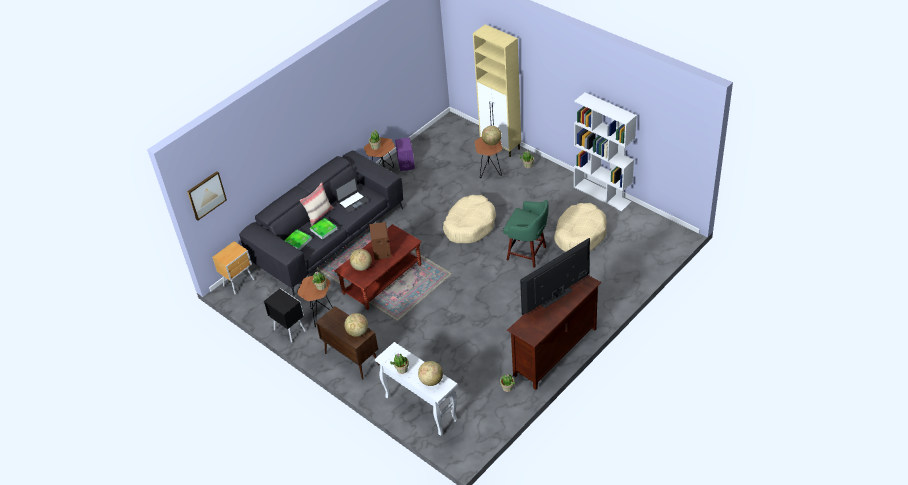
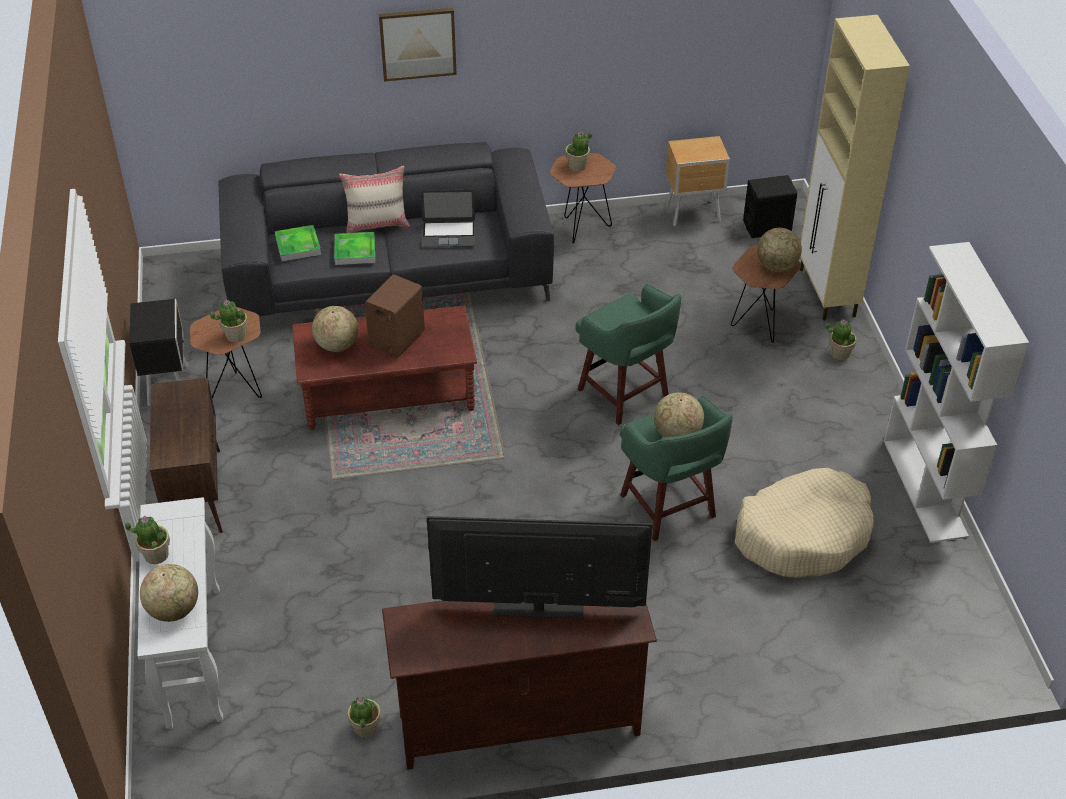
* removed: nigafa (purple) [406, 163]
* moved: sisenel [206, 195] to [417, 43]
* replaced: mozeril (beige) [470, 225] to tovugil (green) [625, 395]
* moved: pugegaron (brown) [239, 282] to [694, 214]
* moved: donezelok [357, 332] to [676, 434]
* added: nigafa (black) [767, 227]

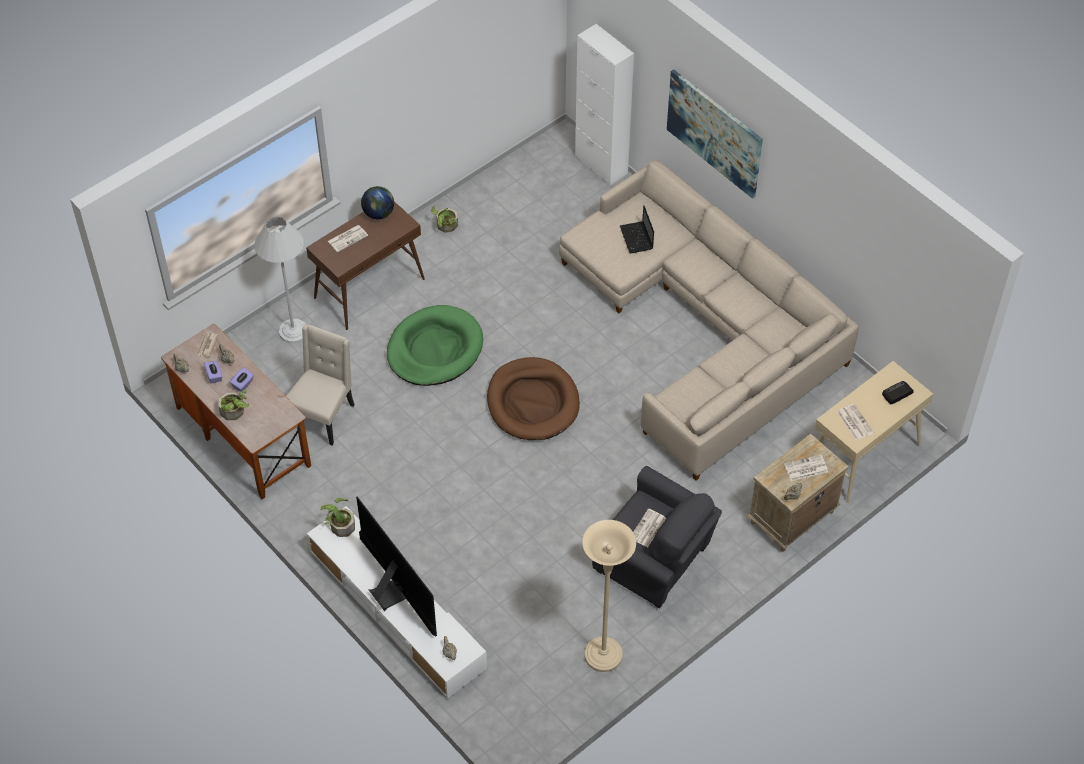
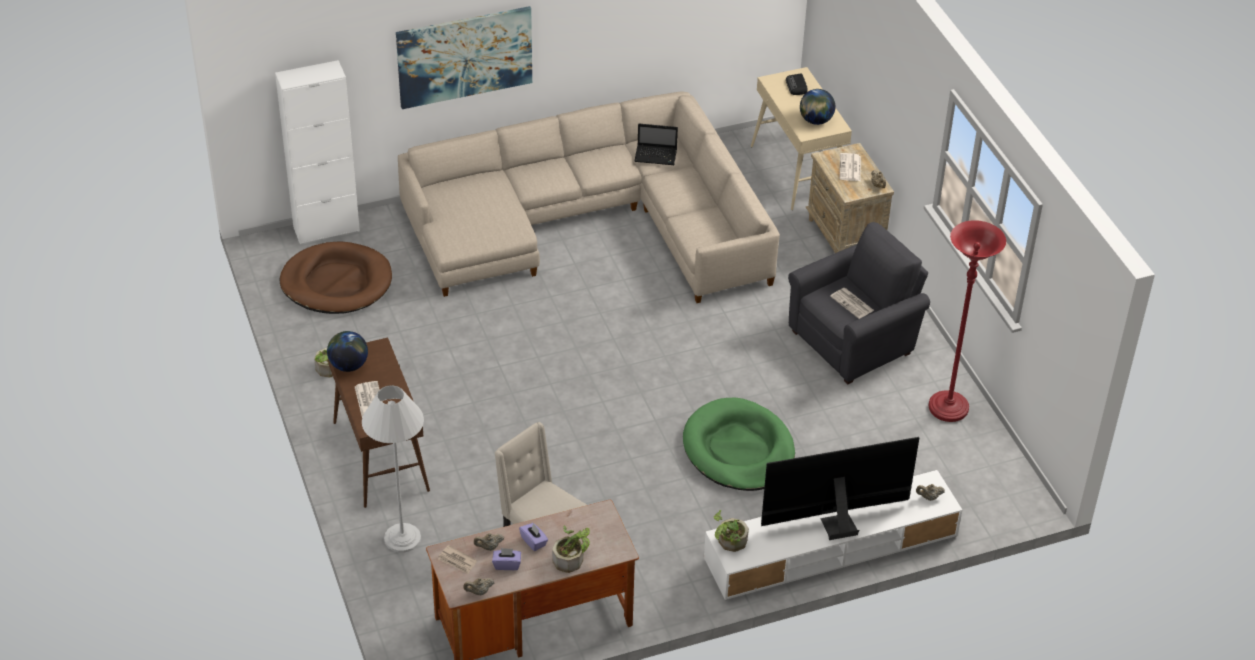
* moved: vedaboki [637, 238] to [656, 156]
* moved: mozeril (green) [434, 349] to [739, 449]
* moved: mozeril (brown) [532, 402] to [336, 282]
* replaced: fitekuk [854, 422] to donezelok [815, 120]
* recoloured: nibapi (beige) [603, 655] to nibapi (red) [948, 408]

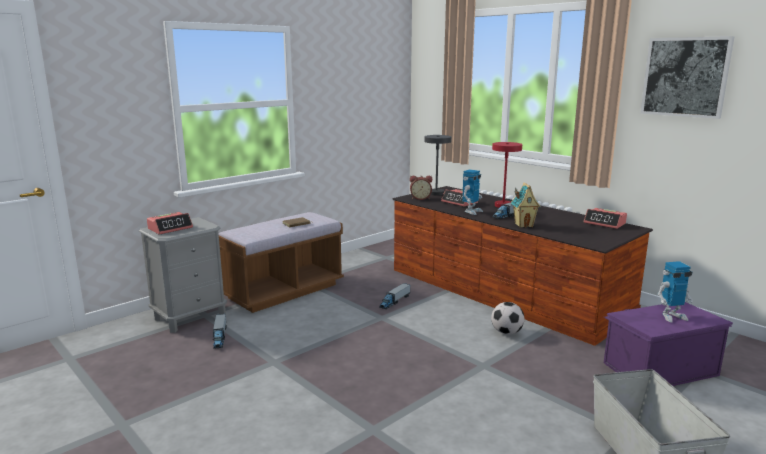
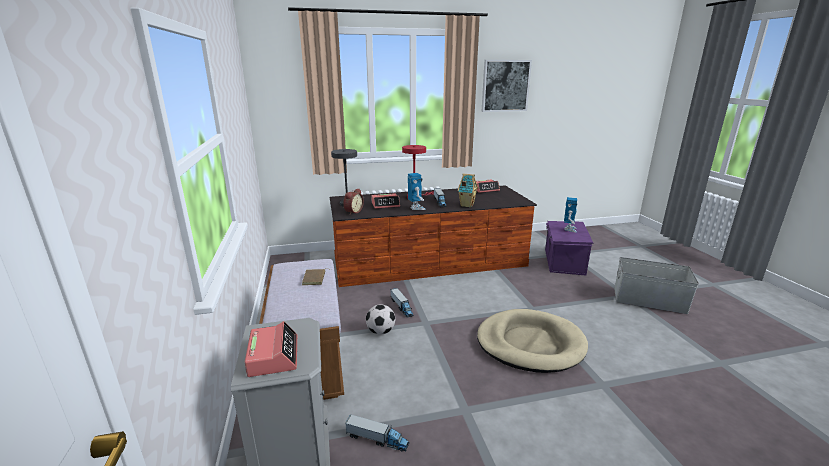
* moved: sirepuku [506, 332] to [381, 331]
* added: mozeril (beige) [530, 344]

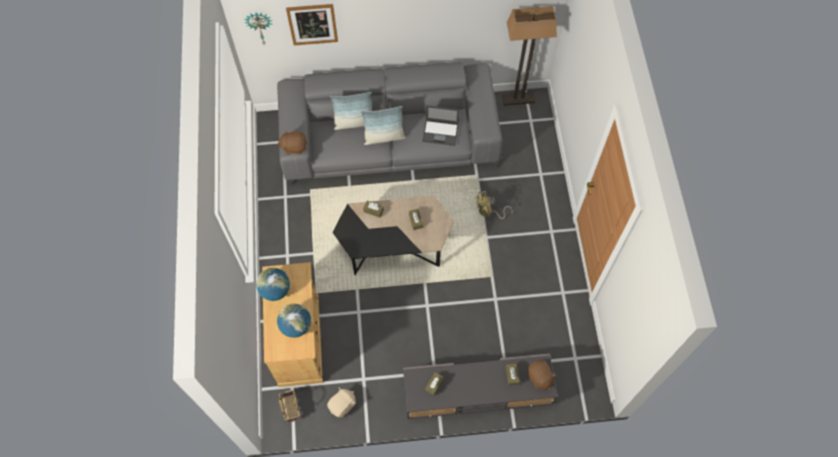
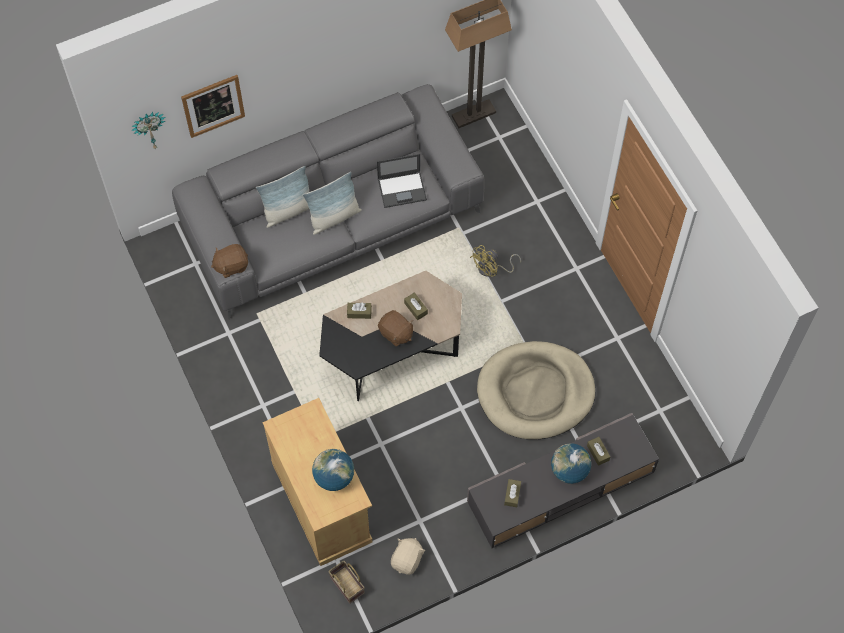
* moved: donezelok [275, 290] to [569, 470]
* moved: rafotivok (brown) [539, 377] to [395, 333]
* added: mozeril (beige) [535, 392]

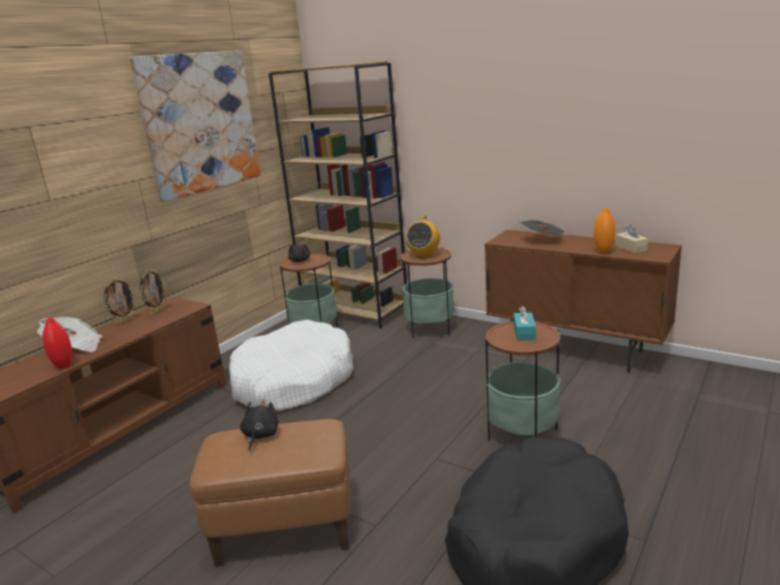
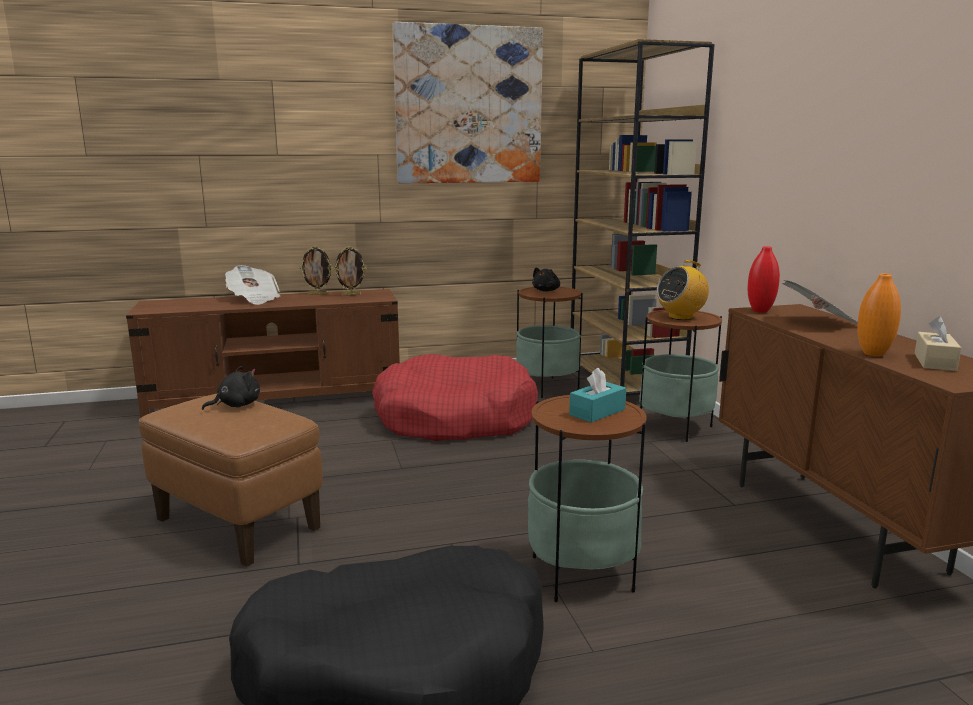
* moved: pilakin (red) [63, 366] to [760, 311]
* recoloured: mozeril (white) [293, 381] to mozeril (red) [455, 418]

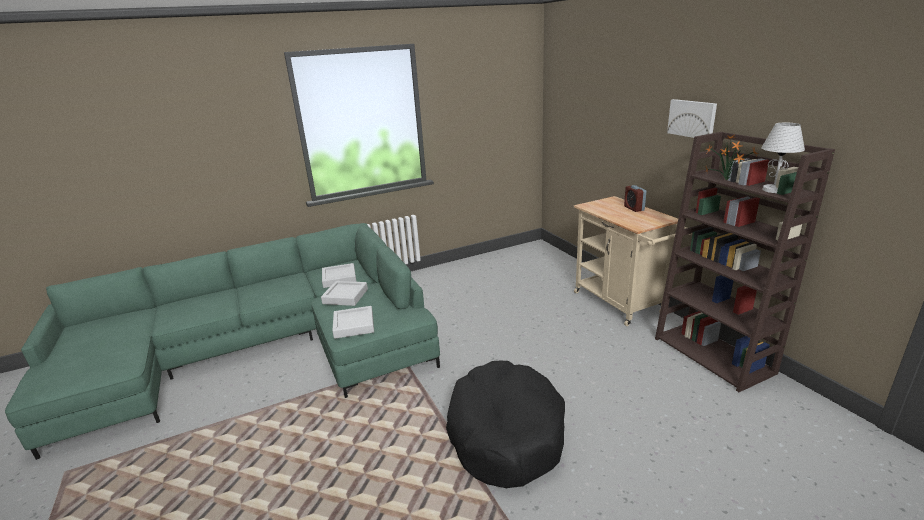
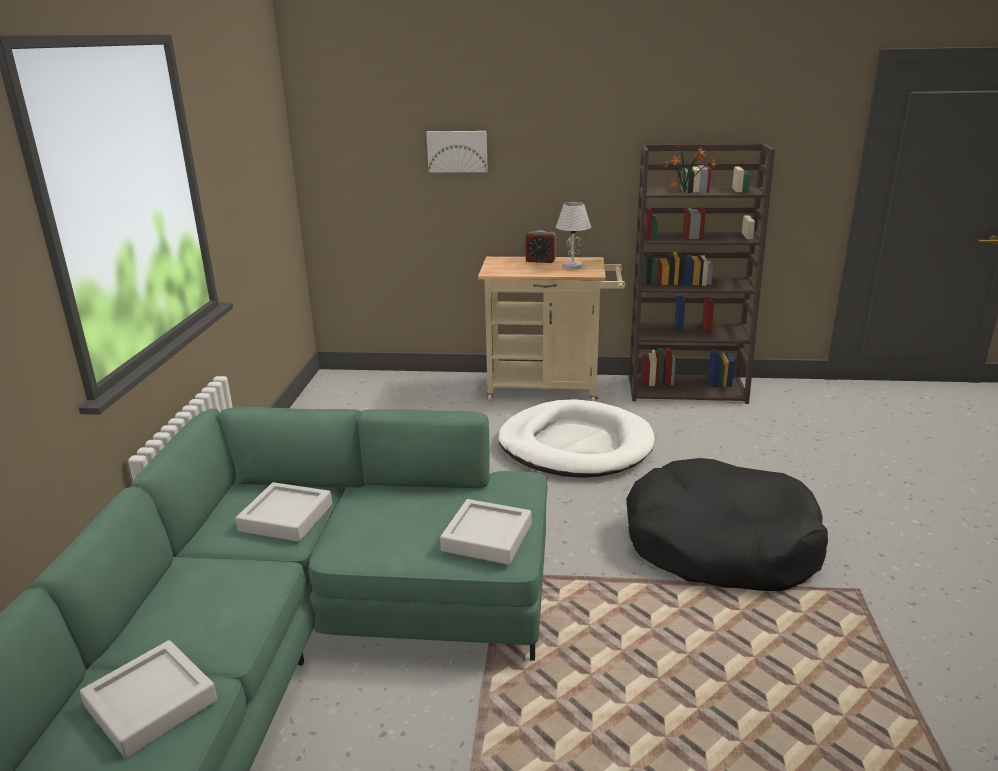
* moved: sisenel [692, 118] to [457, 151]
* moved: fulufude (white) [773, 190] to [572, 266]
* moved: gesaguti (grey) [345, 296] to [151, 703]
* added: mozeril (white) [575, 445]

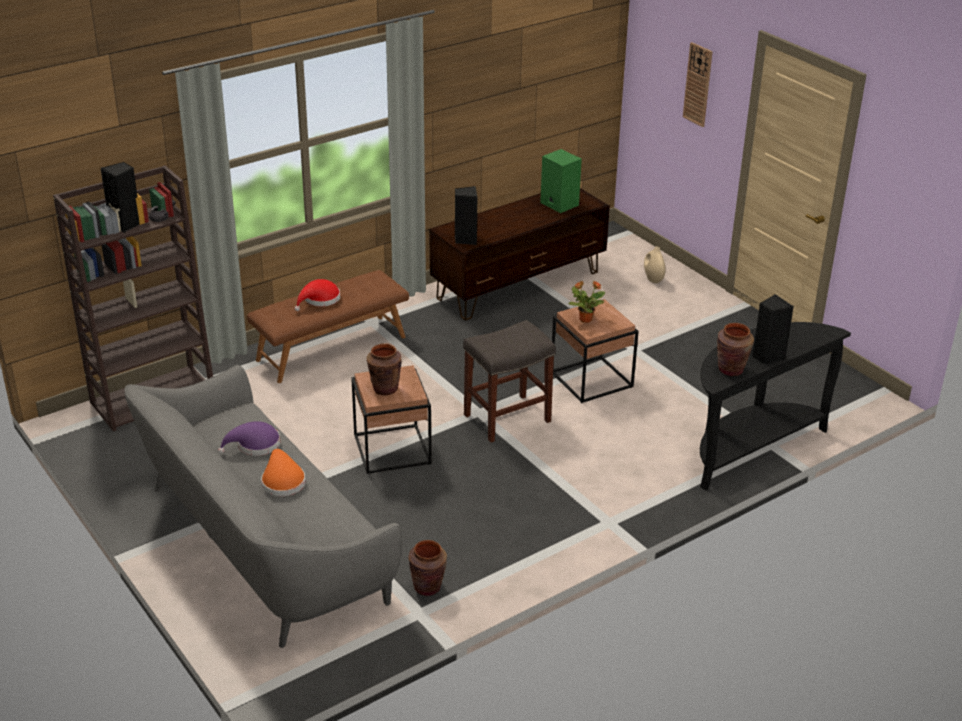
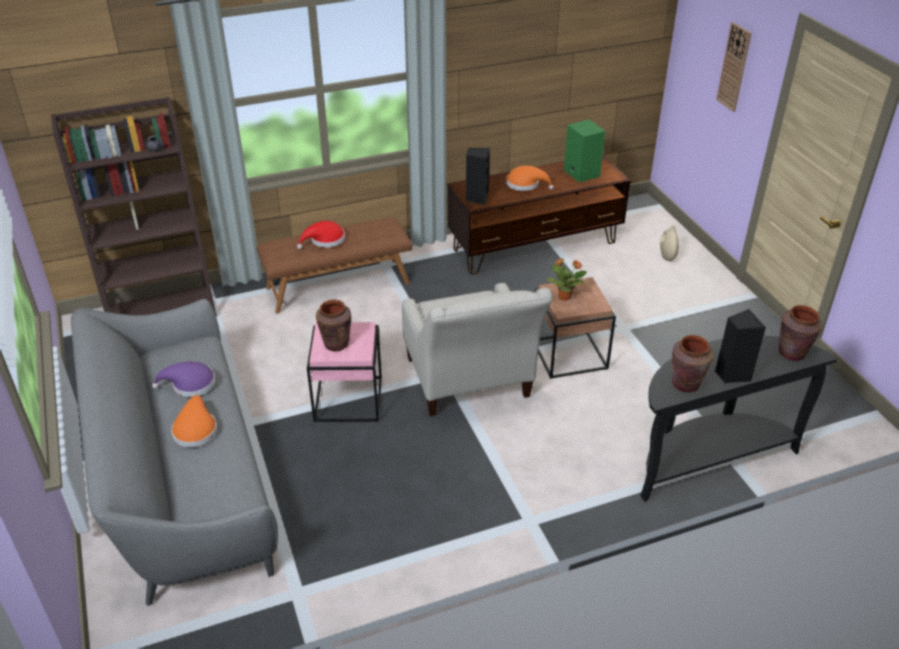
* removed: nigafa (black) [126, 224]
* replaced: tovugil (grey) [506, 419] to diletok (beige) [470, 384]
* recoloured: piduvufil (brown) [391, 449] to piduvufil (pink) [347, 399]
* moved: pilakin (brown) [427, 587] to [792, 353]
* added: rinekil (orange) [525, 184]

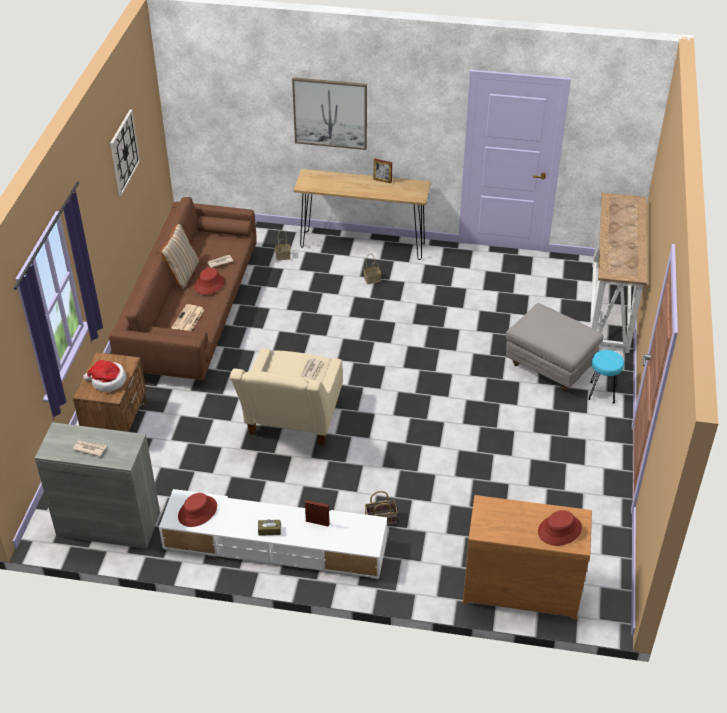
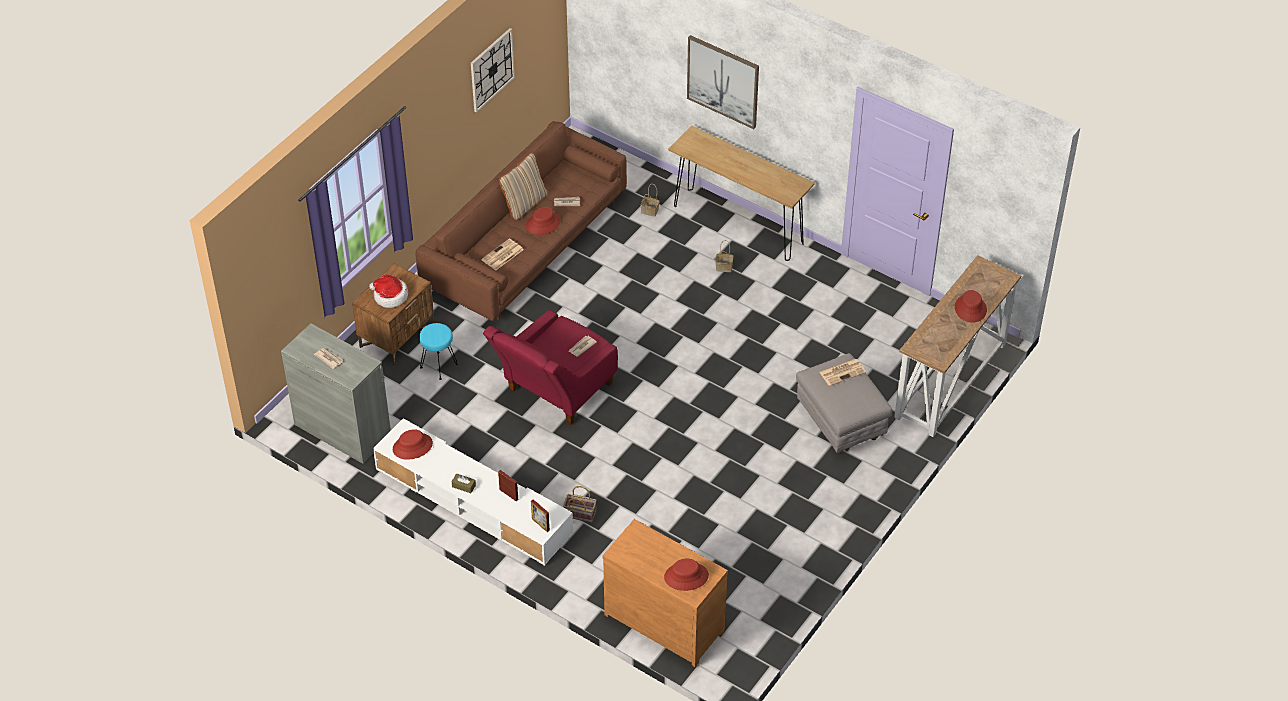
* moved: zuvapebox [382, 180] to [540, 524]
* recoloured: diletok (beige) [292, 423] to diletok (red) [554, 392]
* moved: tovugil (turquoise) [601, 392] to [438, 365]
* added: rinekil (red) [970, 309]
* added: fitekuk [842, 372]

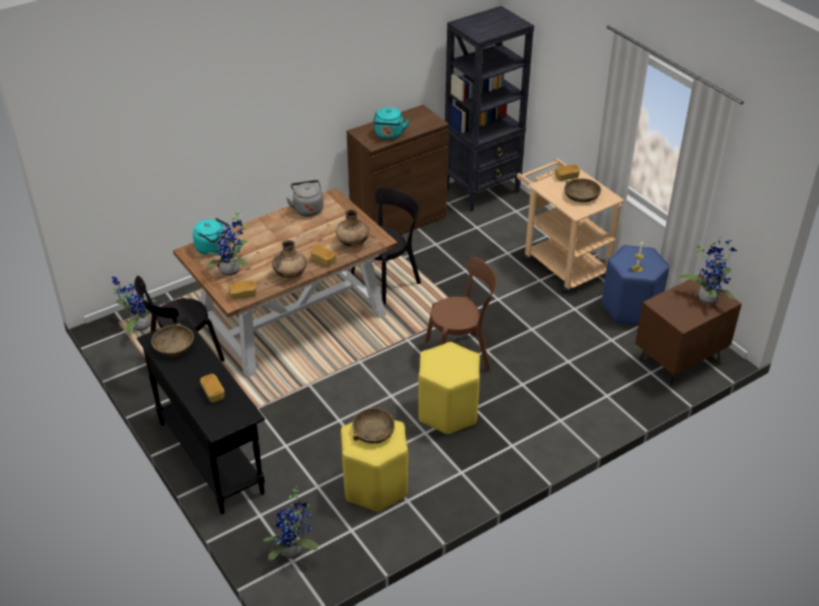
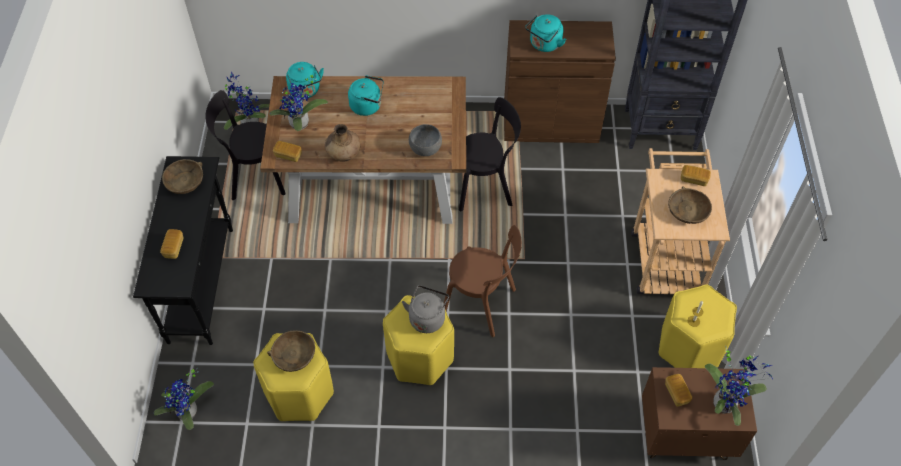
* moved: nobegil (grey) [307, 209] to [427, 317]
* replaced: pilakin (brown) [352, 243] to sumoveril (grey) [425, 148]
* moved: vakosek [323, 260] to [676, 393]
* recoloured: tovugil (blue) [630, 309] to tovugil (yellow) [688, 348]
* added: nobegil (turquoise) [368, 106]

